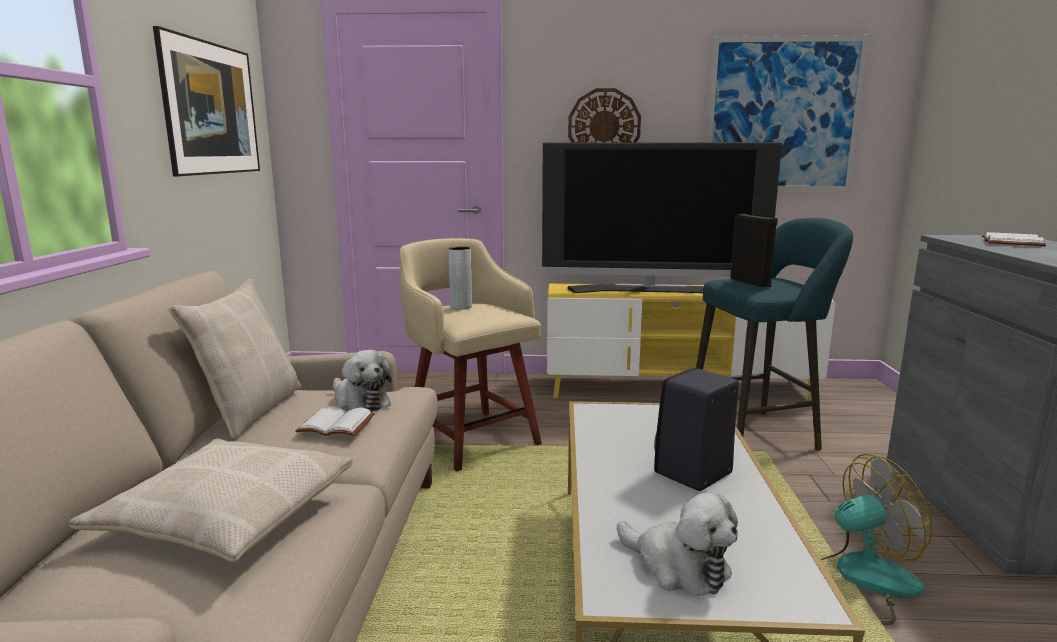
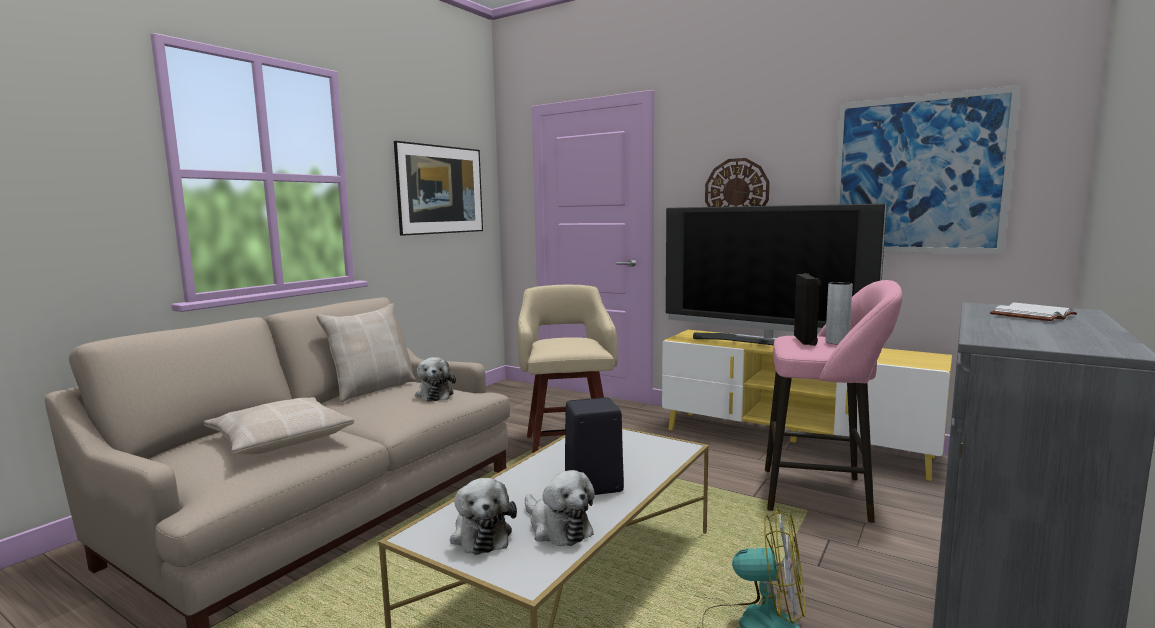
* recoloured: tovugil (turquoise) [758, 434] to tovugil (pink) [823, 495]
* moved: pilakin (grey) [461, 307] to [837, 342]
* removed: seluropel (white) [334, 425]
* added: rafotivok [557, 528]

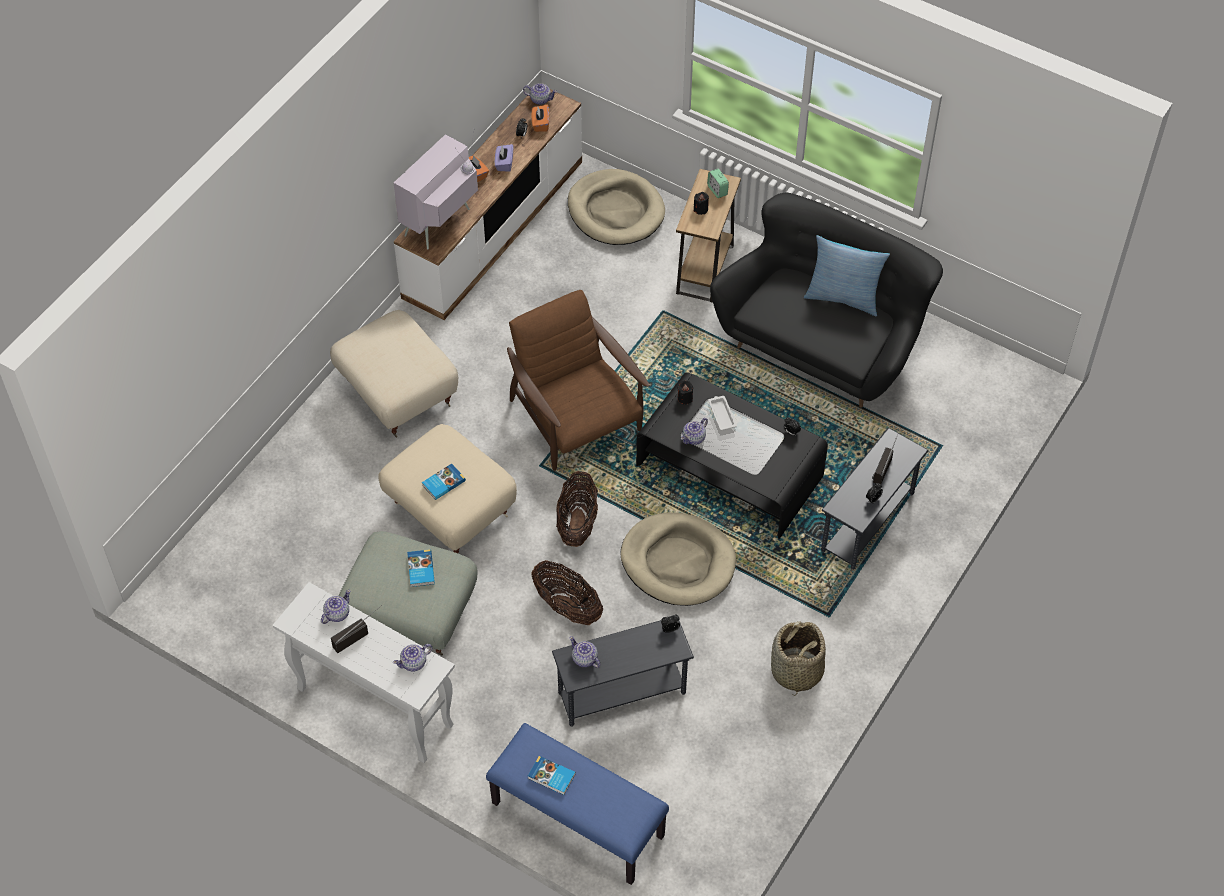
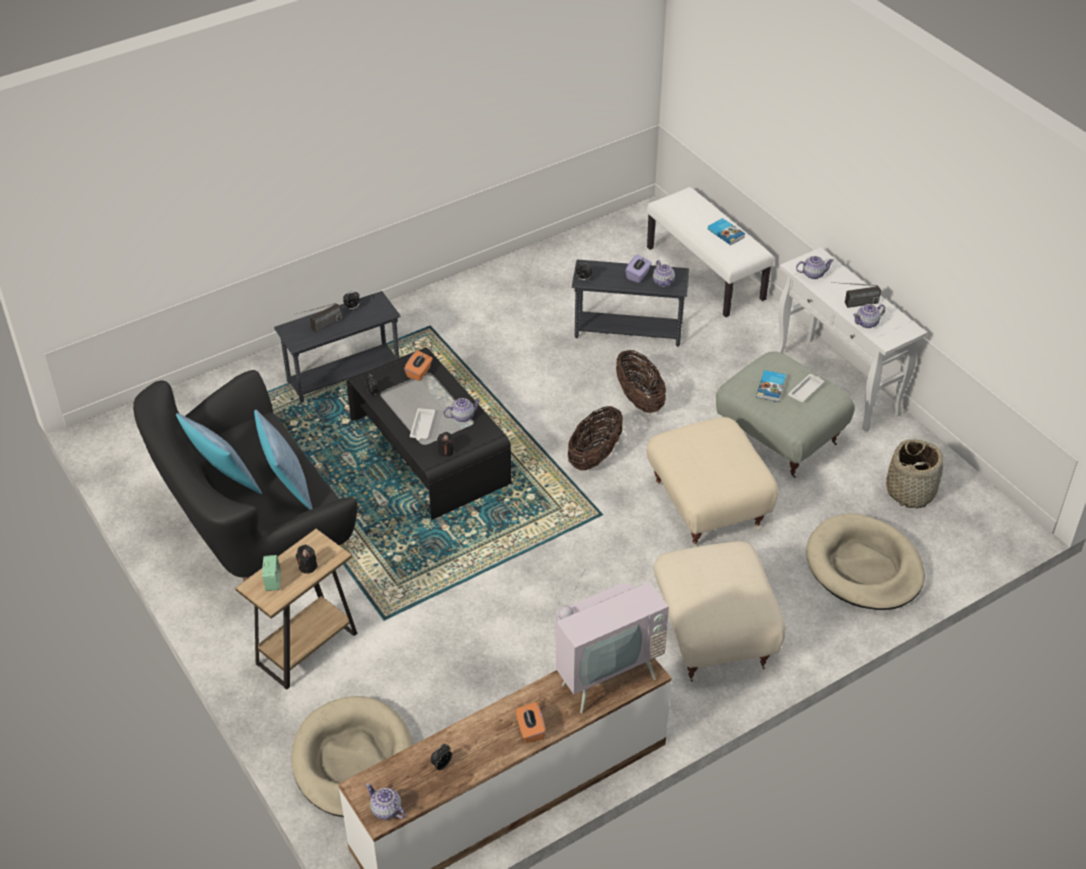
* moved: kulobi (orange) [540, 124] to [419, 372]
* moved: kulobi (purple) [504, 163] to [638, 275]
* removed: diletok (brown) [576, 419]
* removed: seluropel [443, 483]
* moved: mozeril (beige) [678, 562] to [864, 567]
* moved: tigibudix [796, 671] to [911, 491]
* recoloured: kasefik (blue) [576, 820] to kasefik (white) [706, 273]
* added: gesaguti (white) [806, 390]
* added: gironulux [287, 488]

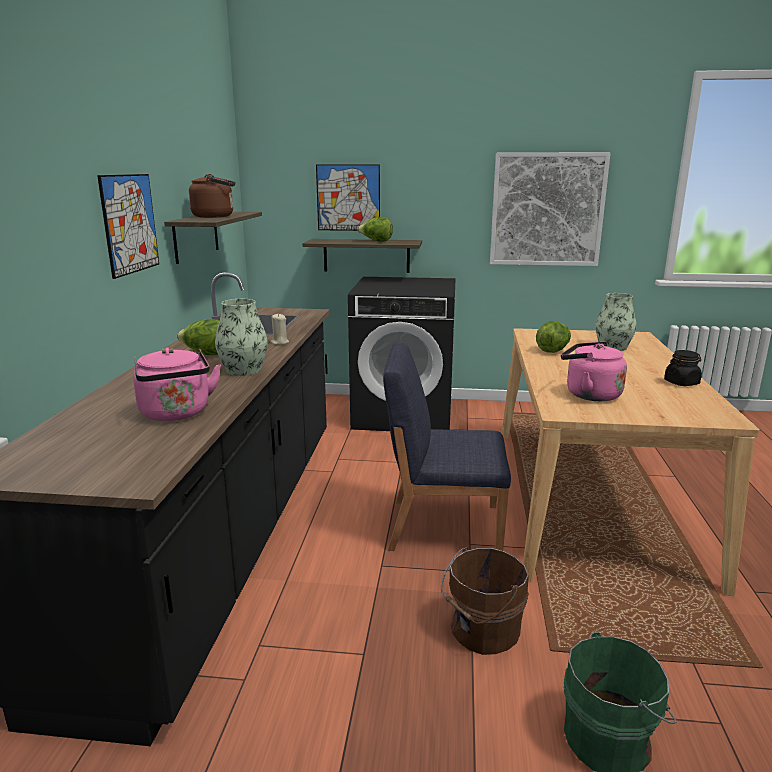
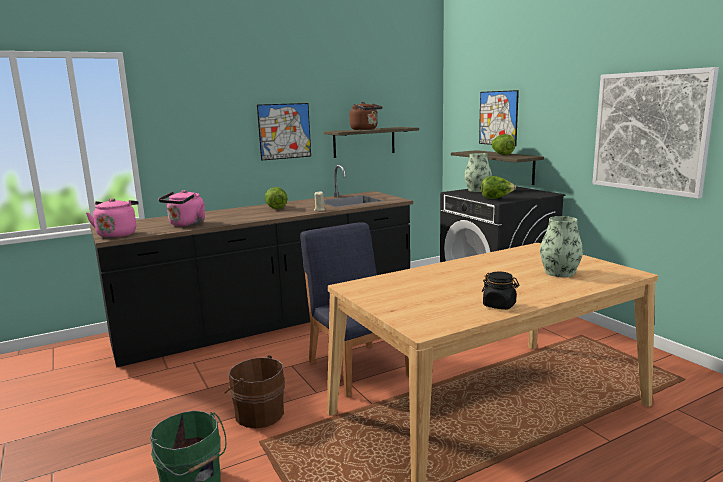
* moved: pilakin [243, 370] to [477, 190]
* moved: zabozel [553, 350] to [496, 198]
* moved: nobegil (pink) [589, 394] to [117, 234]

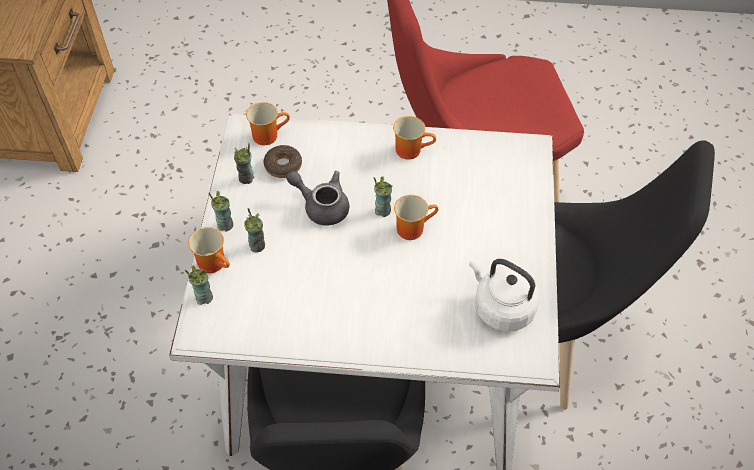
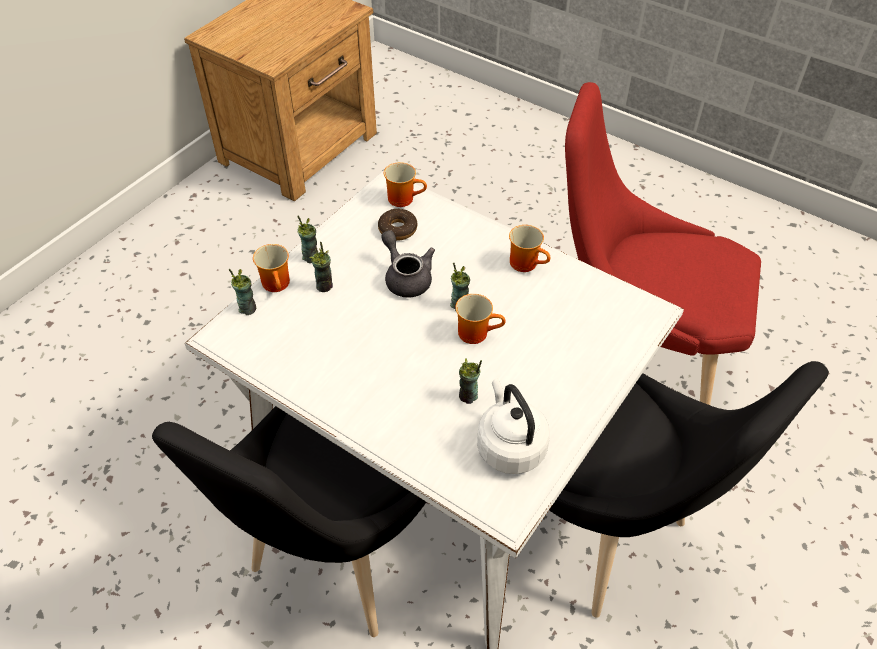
* moved: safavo [246, 178] to [468, 396]

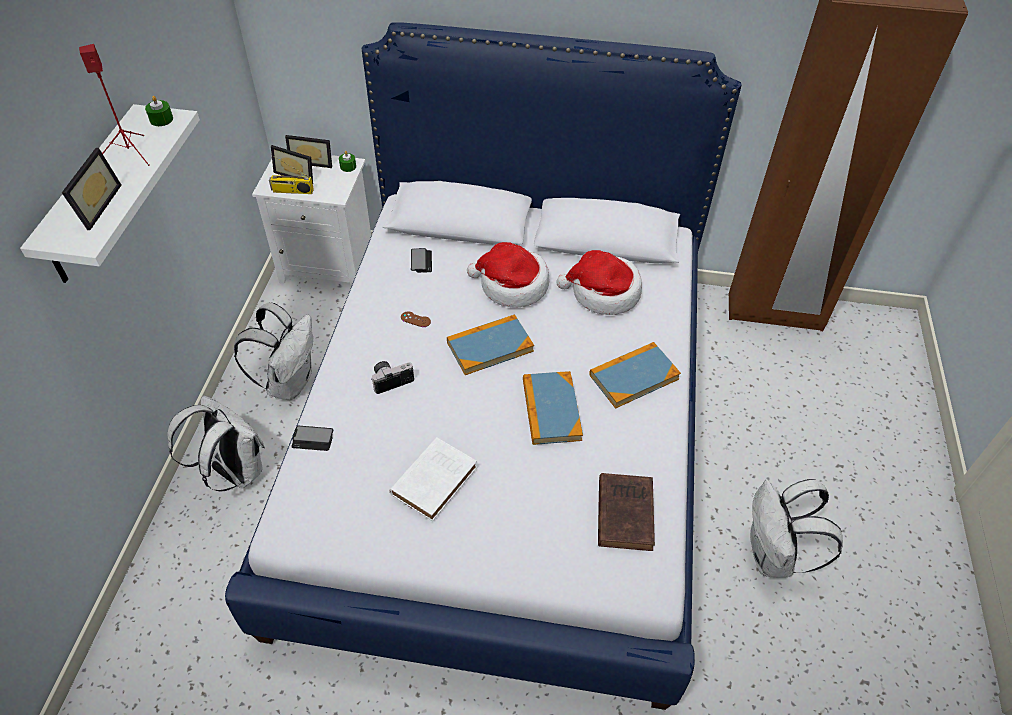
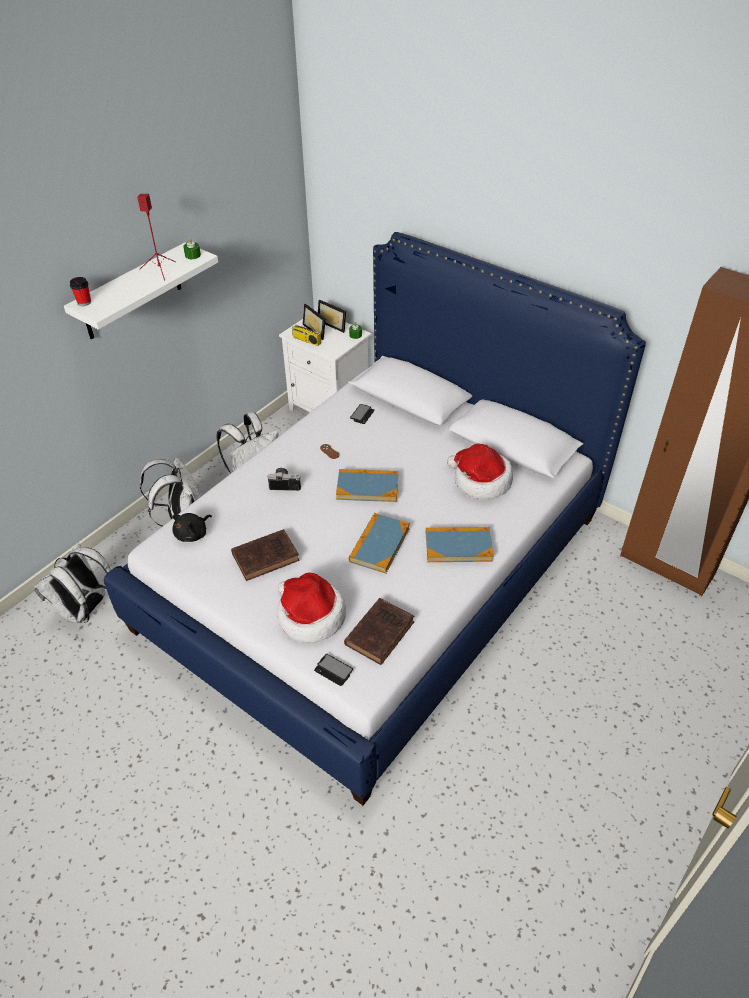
* removed: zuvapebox [94, 206]
* moved: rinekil [512, 285] to [310, 616]
* moved: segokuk [312, 439] to [333, 670]
* recoloured: seluropel (white) [435, 479] to seluropel (brown) [267, 556]
* moved: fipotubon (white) [773, 556] to [86, 610]
* added: safavo [84, 302]
* added: rafotivok (black) [193, 534]

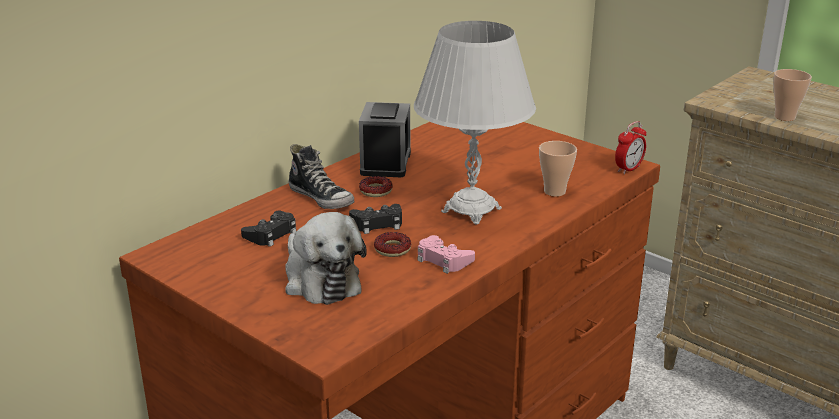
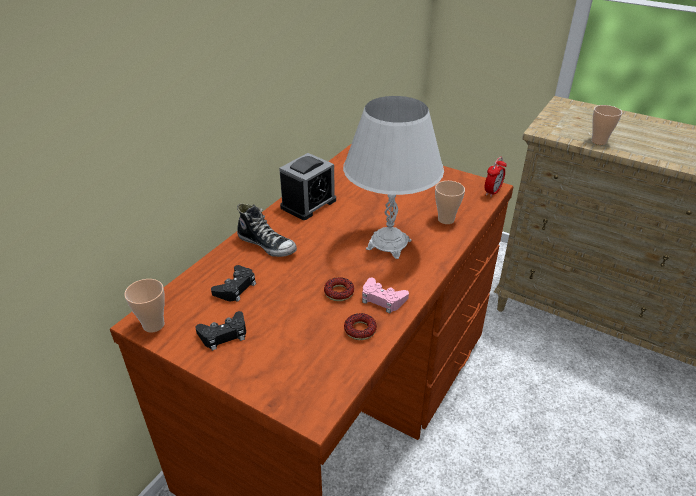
* turned: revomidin [385, 163] = [308, 204] 45 degrees clockwise
* moved: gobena [375, 191] to [360, 330]
* moved: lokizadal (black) [378, 223] to [224, 334]
* removed: rafotivok [320, 280]
* added: safavo [153, 325]

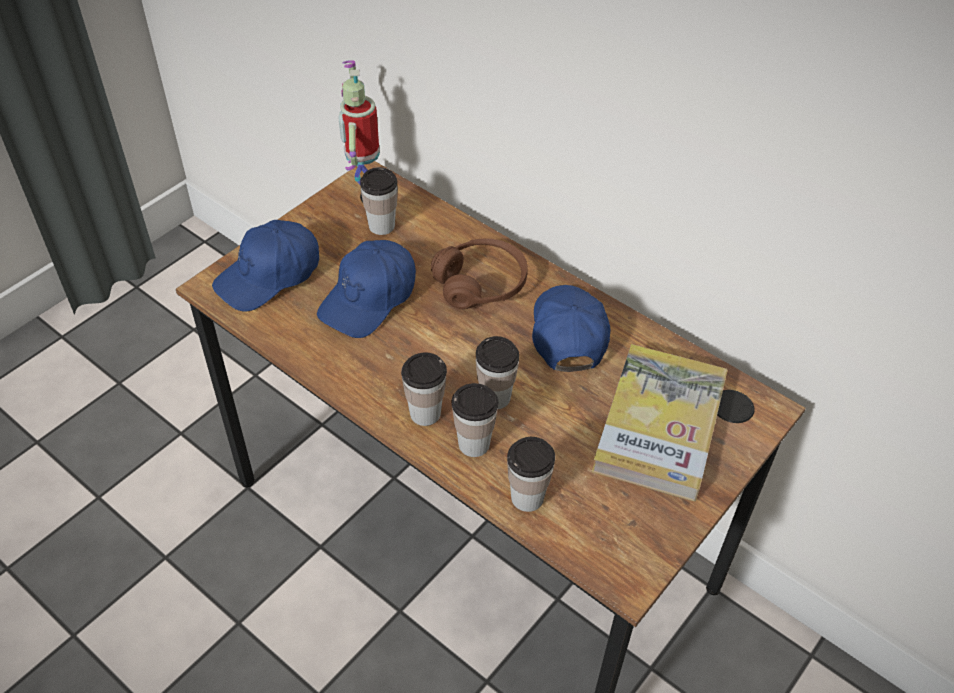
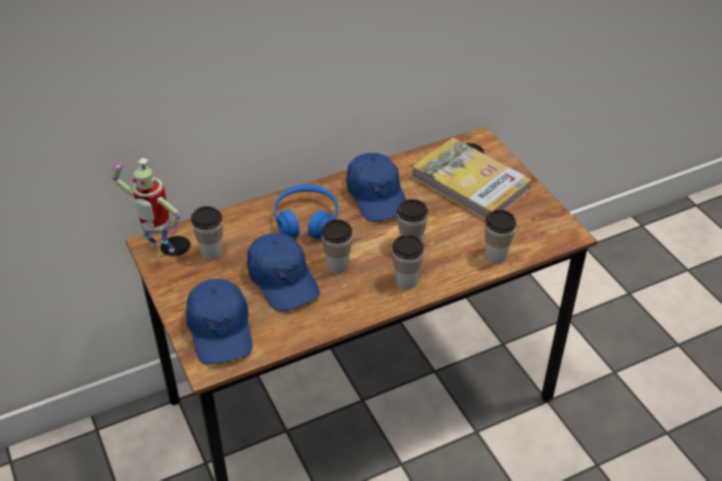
* recoloured: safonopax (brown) [480, 284] to safonopax (blue) [306, 220]
* turned: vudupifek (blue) [568, 334] = [377, 195] 135 degrees counterclockwise
* moved: safavo [473, 444] to [337, 265]

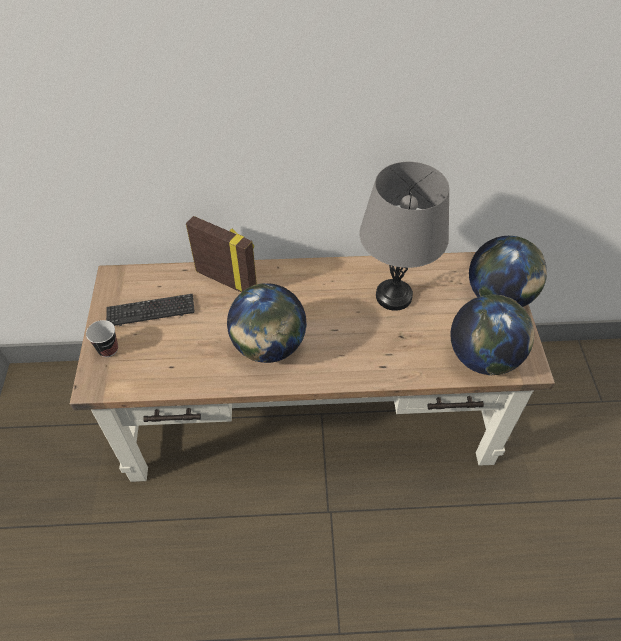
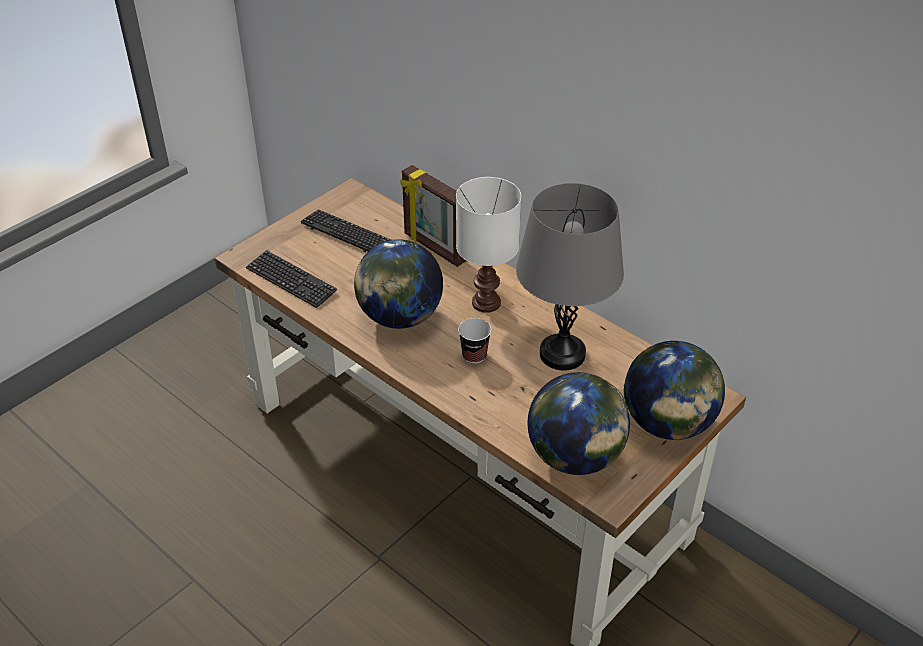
* turned: zuvapebox [227, 280] = [434, 248] 150 degrees clockwise
* moved: safavo [108, 349] to [474, 355]
* added: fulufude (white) [487, 302]
* added: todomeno [291, 280]

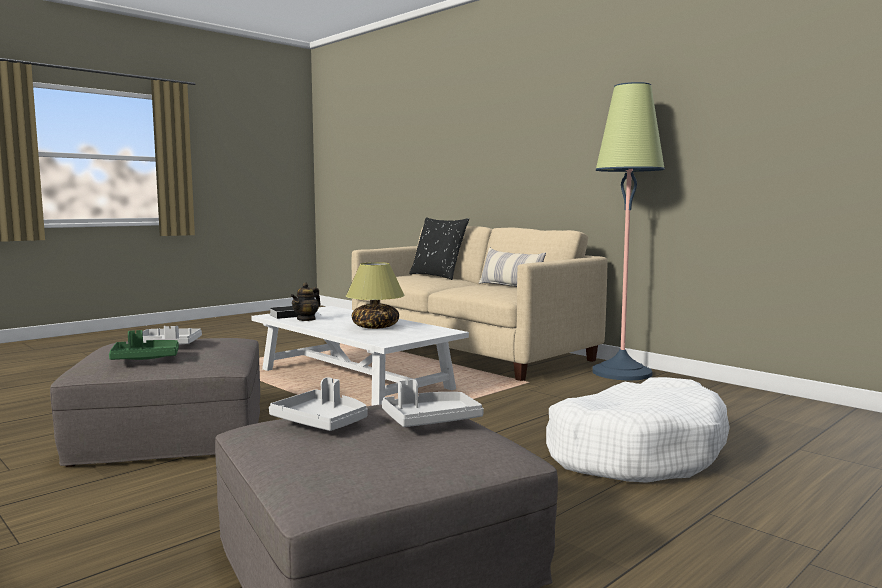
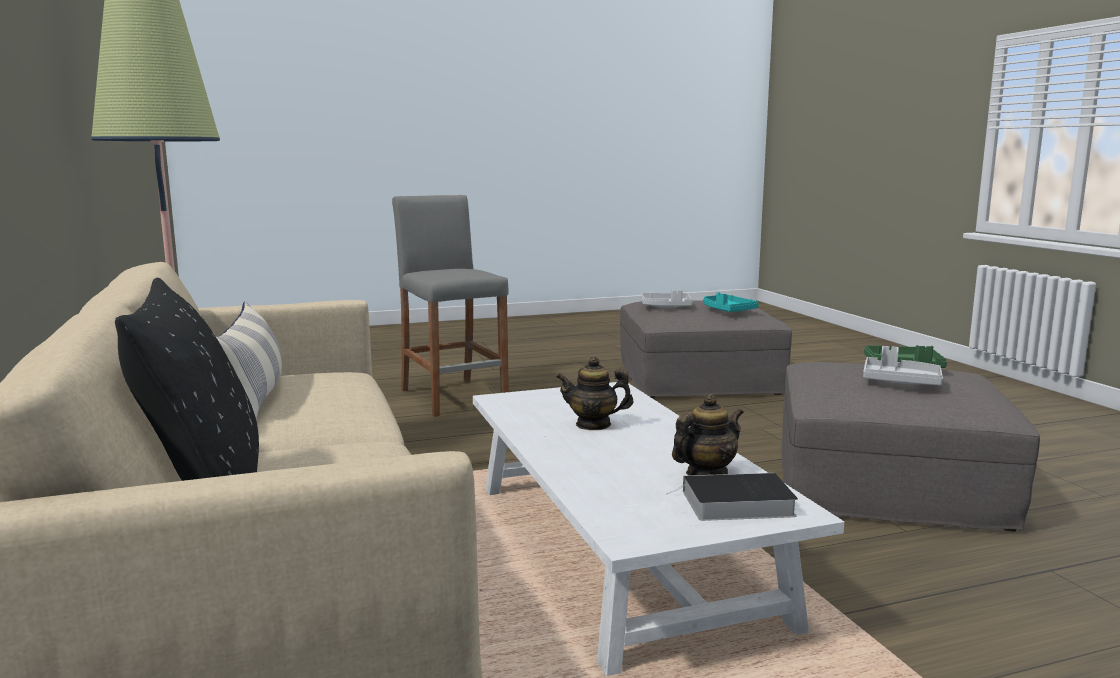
* replaced: fulufude [375, 327] to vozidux [593, 425]
* recoloured: gesaguti (grey) [322, 422] to gesaguti (turquoise) [727, 310]
* replaced: mozeril (white) [635, 452] to tovugil (grey) [453, 397]

